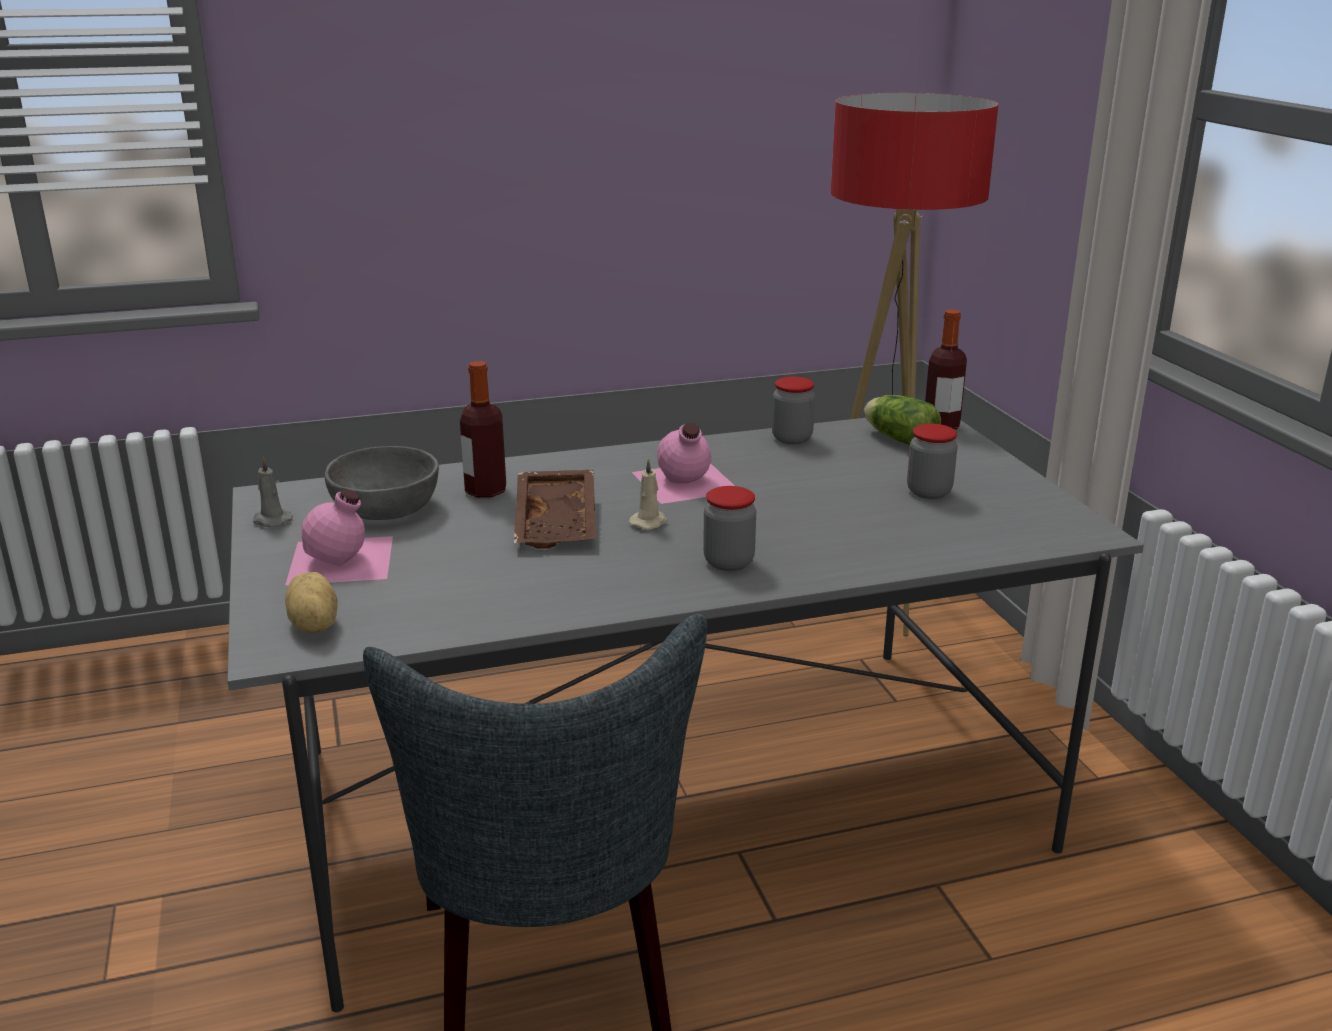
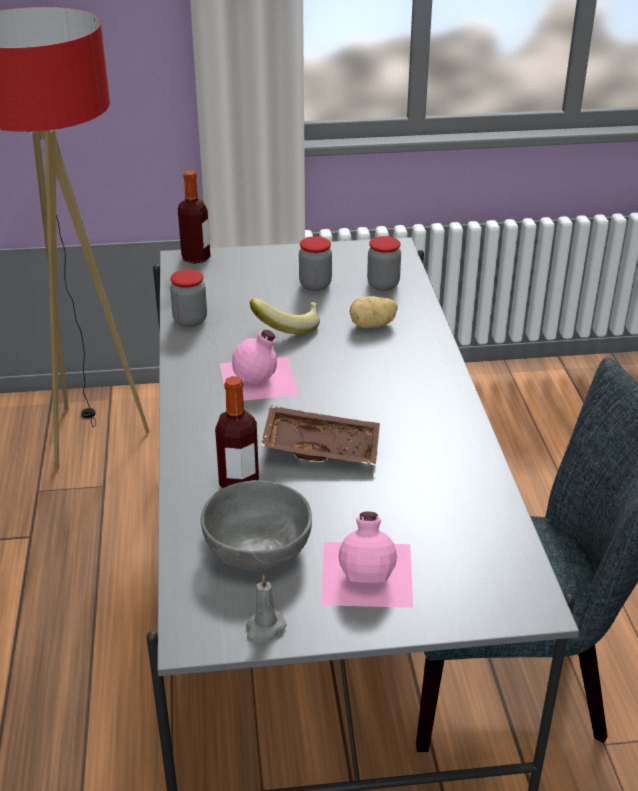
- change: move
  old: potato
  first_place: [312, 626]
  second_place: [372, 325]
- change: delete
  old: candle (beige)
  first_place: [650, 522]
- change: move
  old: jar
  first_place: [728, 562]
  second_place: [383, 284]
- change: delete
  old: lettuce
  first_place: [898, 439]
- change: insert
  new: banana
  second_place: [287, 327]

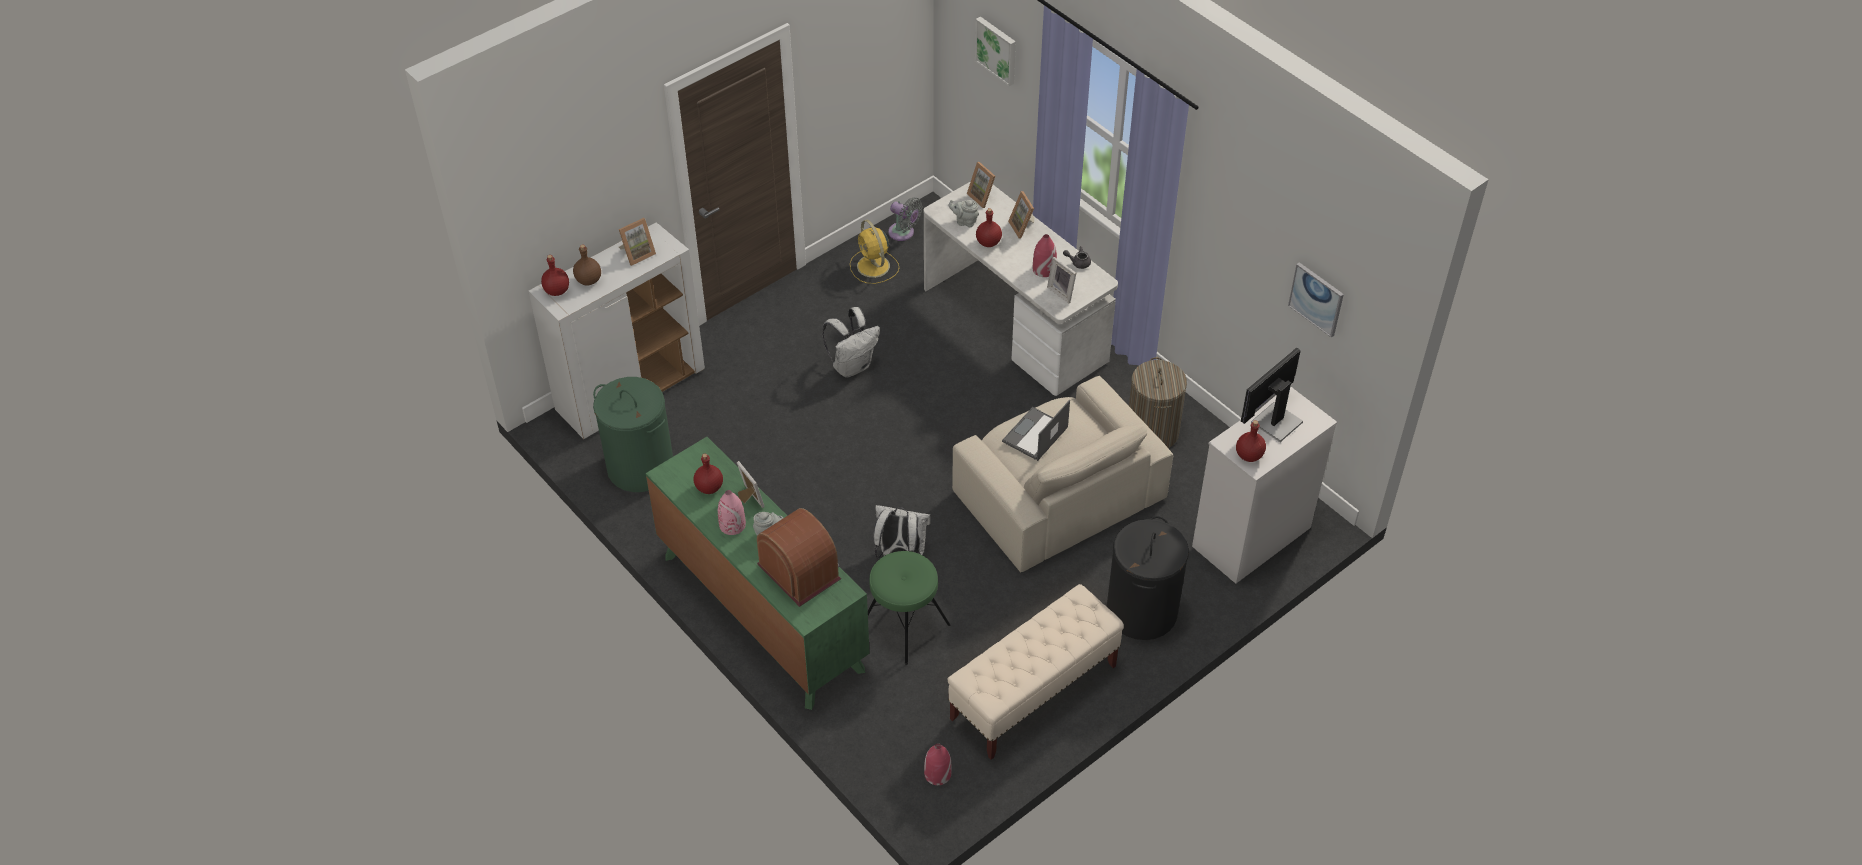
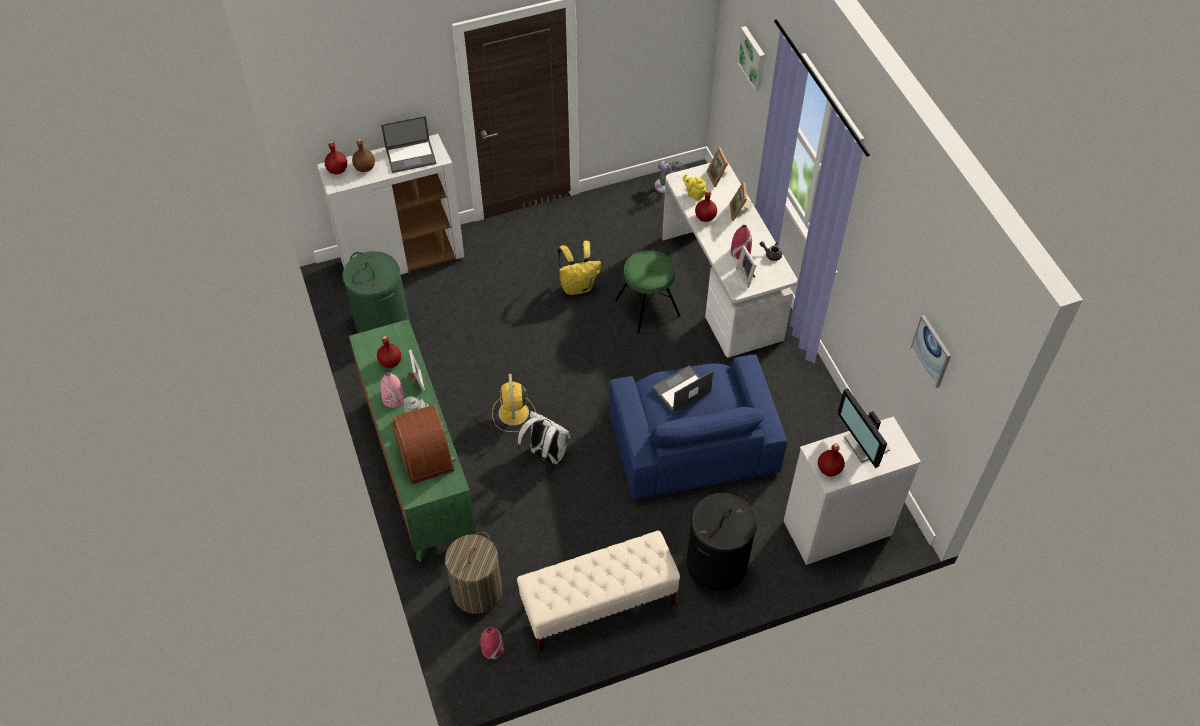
- change: replace
  old: picture frame
  new: laptop
  first_place: [637, 253]
  second_place: [411, 156]
- change: recolor
  old: backpack (white)
  new: backpack (yellow)
  first_place: [852, 366]
  second_place: [578, 286]
- change: move
  old: fan (yellow)
  first_place: [874, 267]
  second_place: [513, 414]
- change: move
  old: stool (green)
  first_place: [904, 626]
  second_place: [647, 308]
- change: recolor
  old: teapot (grey)
  new: teapot (yellow)
  first_place: [965, 221]
  second_place: [694, 194]
- change: recolor
  old: armchair (beige)
  new: armchair (blue)
  first_place: [1057, 494]
  second_place: [692, 441]
- change: move
  old: laundry basket
  first_place: [1152, 432]
  second_place: [477, 591]
- change: rotate
  old: monitor
  first_place: [1274, 421]
  second_place: [865, 445]
  degrees: -90

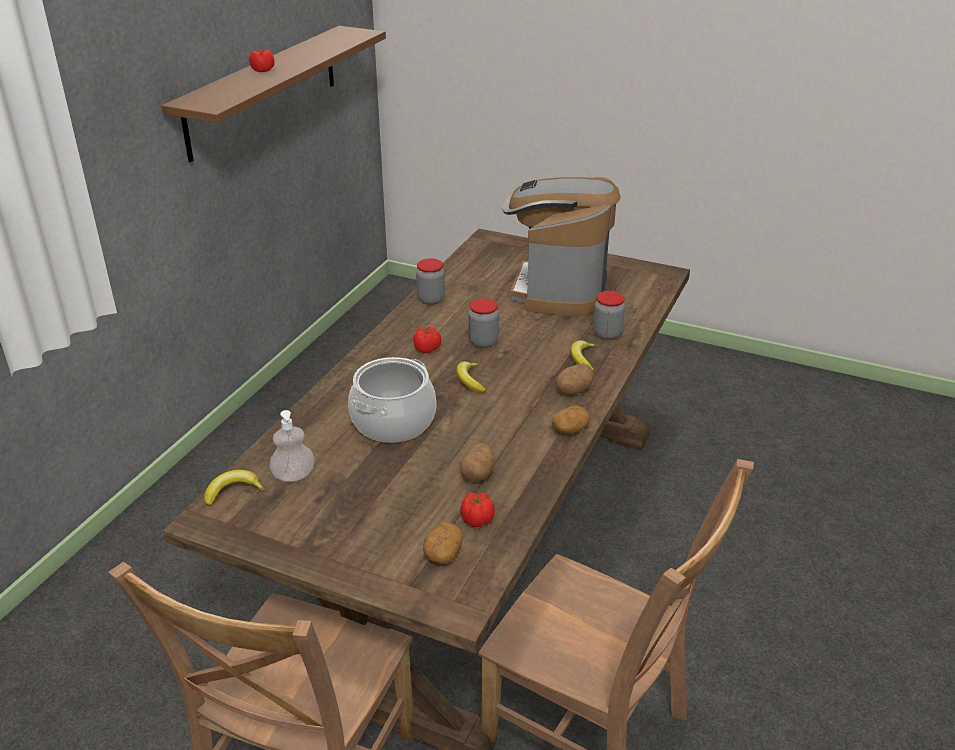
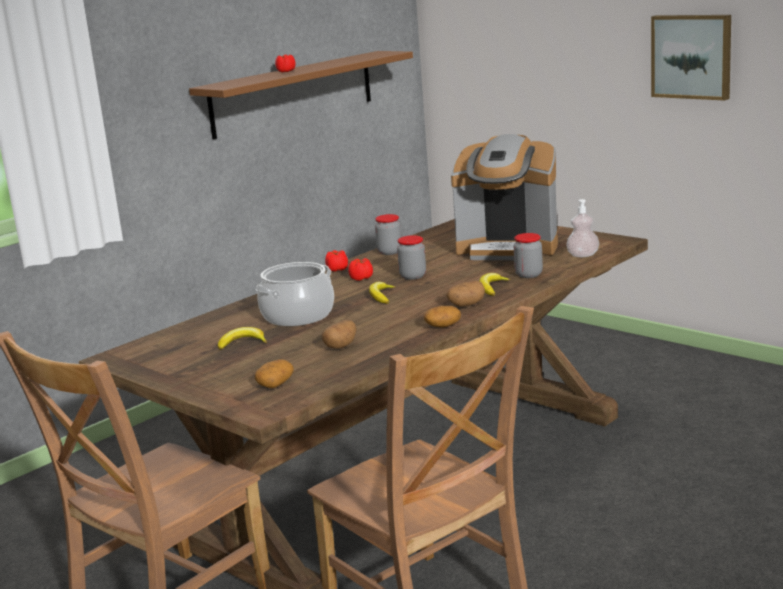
- change: move
  old: banana
  first_place: [233, 491]
  second_place: [243, 343]
- change: move
  old: soap dispenser
  first_place: [294, 475]
  second_place: [583, 255]
- change: move
  old: tomato
  first_place: [476, 519]
  second_place: [337, 269]
- change: rotate
  old: coffee machine
  first_place: [558, 290]
  second_place: [508, 248]
  degrees: -105
- change: insert
  new: picture
  second_place: [692, 56]

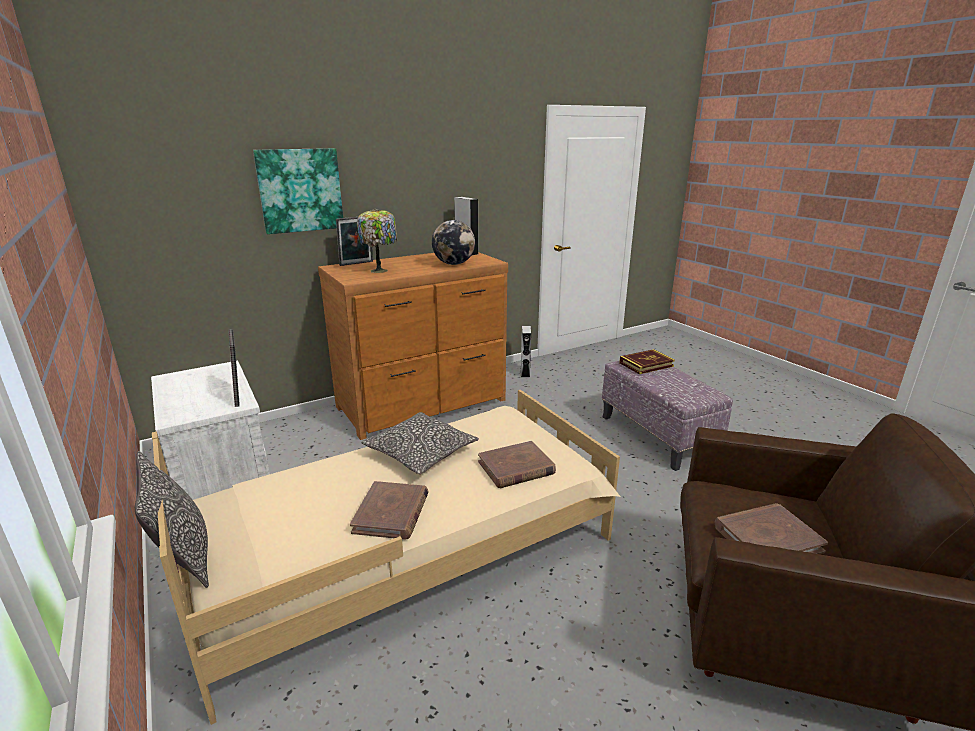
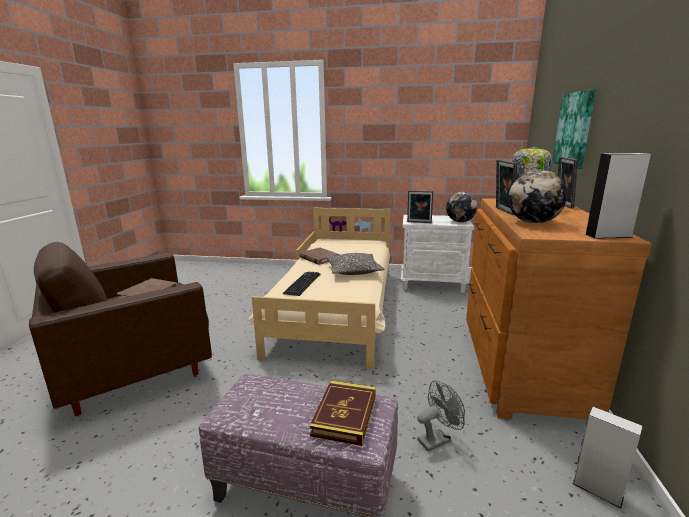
- change: delete
  old: pillow
  first_place: [185, 557]
- change: replace
  old: book (brown)
  new: keyboard
  first_place: [516, 468]
  second_place: [302, 284]
- change: insert
  new: fan (grey)
  second_place: [438, 439]
- change: insert
  new: globe
  second_place: [460, 221]
- change: insert
  new: picture frame
  second_place: [502, 211]

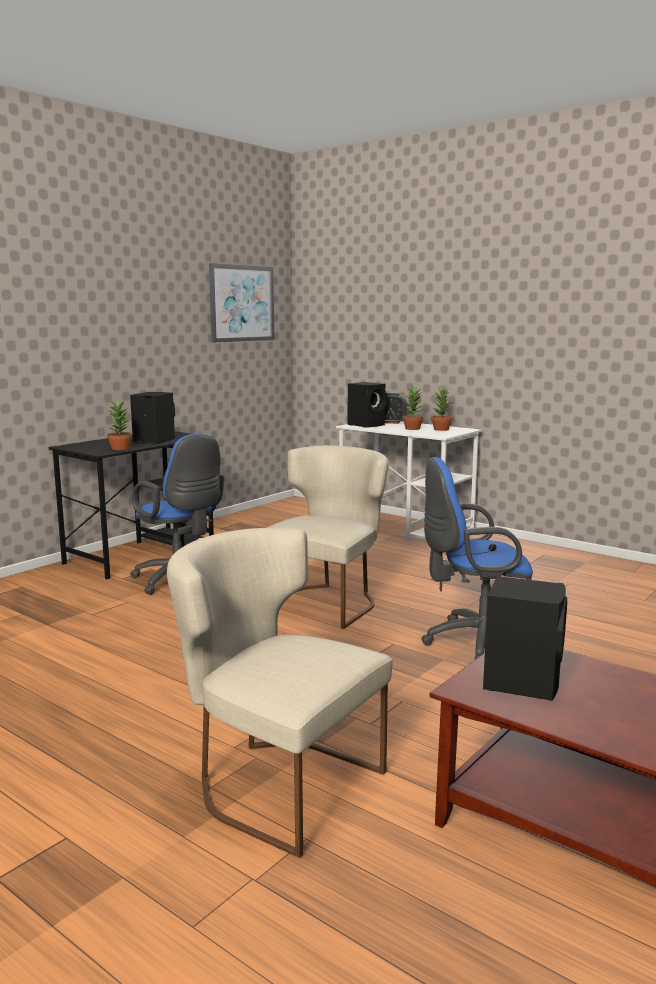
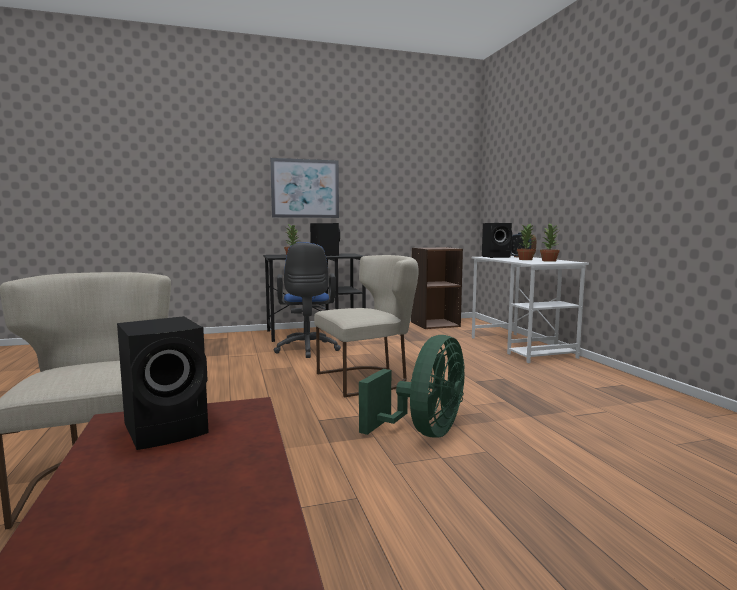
- change: move
  old: picture
  first_place: [242, 303]
  second_place: [305, 188]
- change: replace
  old: office chair (blue)
  new: fan (green)
  first_place: [474, 642]
  second_place: [424, 432]
- change: insert
  new: bookcase (brown)
  second_place: [434, 324]

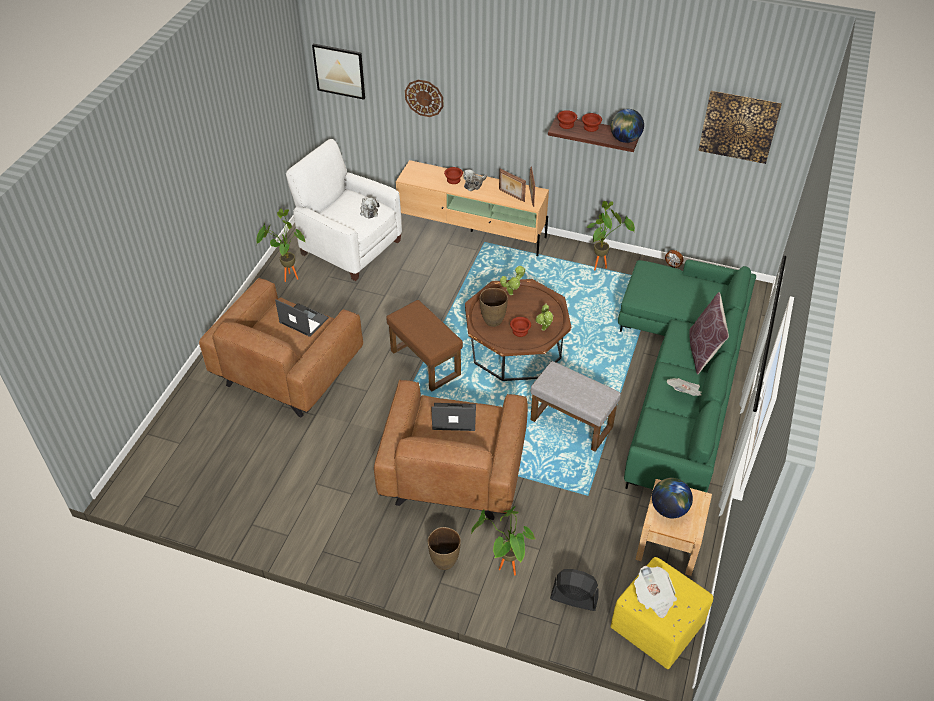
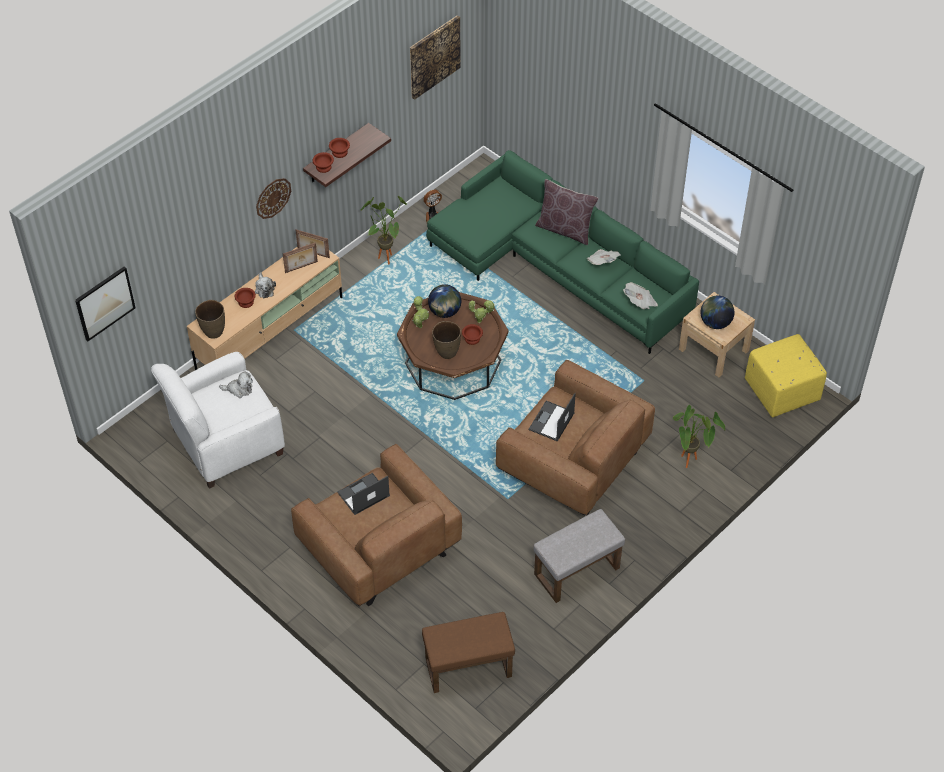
- change: delete
  old: potted plant
  first_place: [287, 276]
- change: move
  old: ottoman (brown)
  first_place: [424, 362]
  second_place: [467, 668]
- change: move
  old: wall clock
  first_place: [424, 98]
  second_place: [273, 198]
- change: move
  old: vase (brown)
  first_place: [444, 561]
  second_place: [213, 332]
- change: move
  old: ottoman (grey)
  first_place: [572, 423]
  second_place: [577, 570]
- change: delete
  old: fan (black)
  first_place: [573, 598]
- change: move
  old: globe
  first_place: [625, 139]
  second_place: [444, 312]
- change: move
  old: newspaper
  first_place: [654, 597]
  second_place: [640, 302]

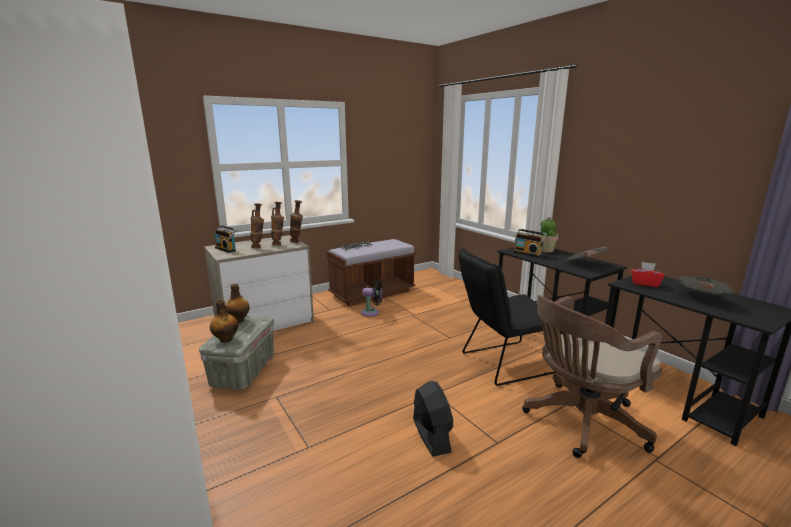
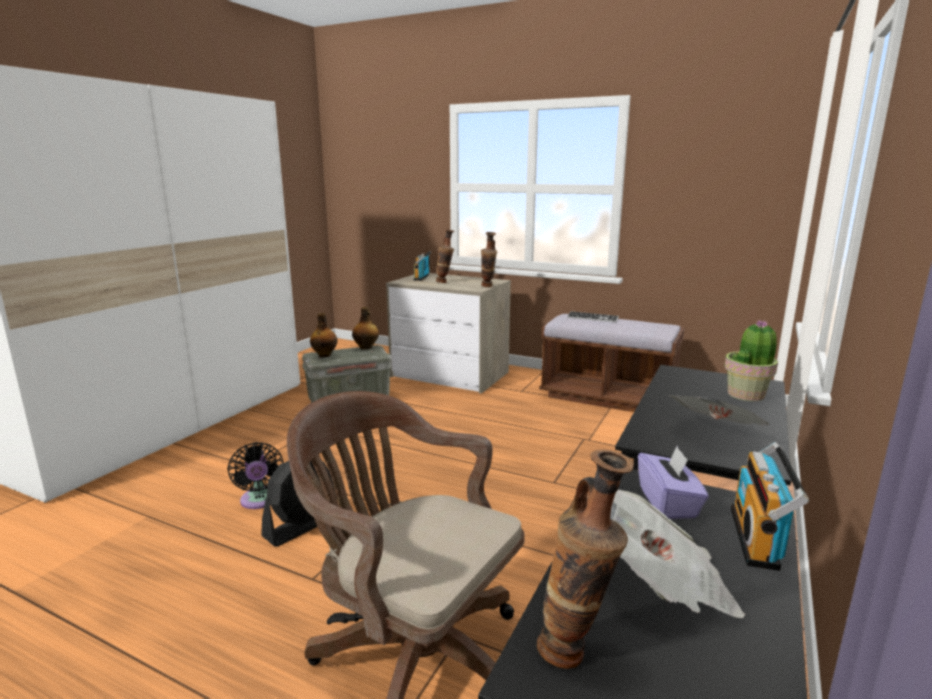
- change: move
  old: vase
  first_place: [279, 244]
  second_place: [576, 653]
- change: move
  old: fan (black)
  first_place: [372, 312]
  second_place: [260, 501]
- change: delete
  old: chair (black)
  first_place: [503, 363]
- change: move
  old: radio
  first_place: [528, 253]
  second_place: [759, 538]
- change: recolor
  old: tissue box (red)
  new: tissue box (purple)
  first_place: [644, 283]
  second_place: [668, 503]

